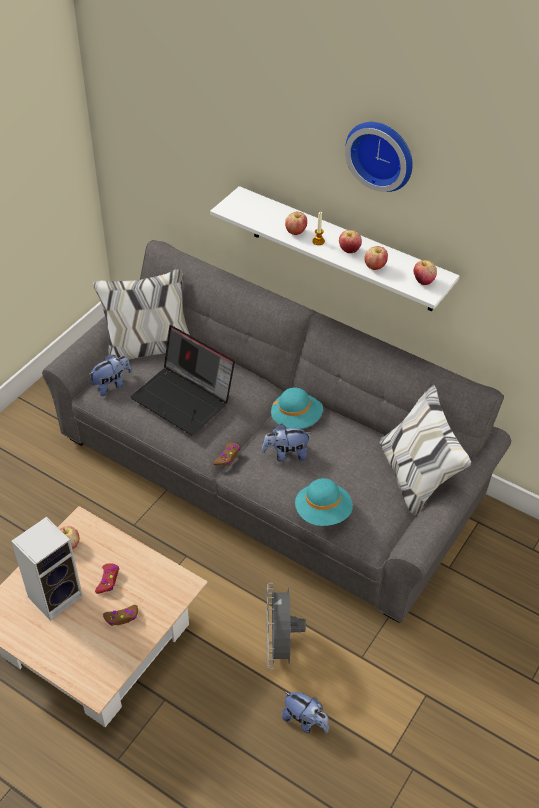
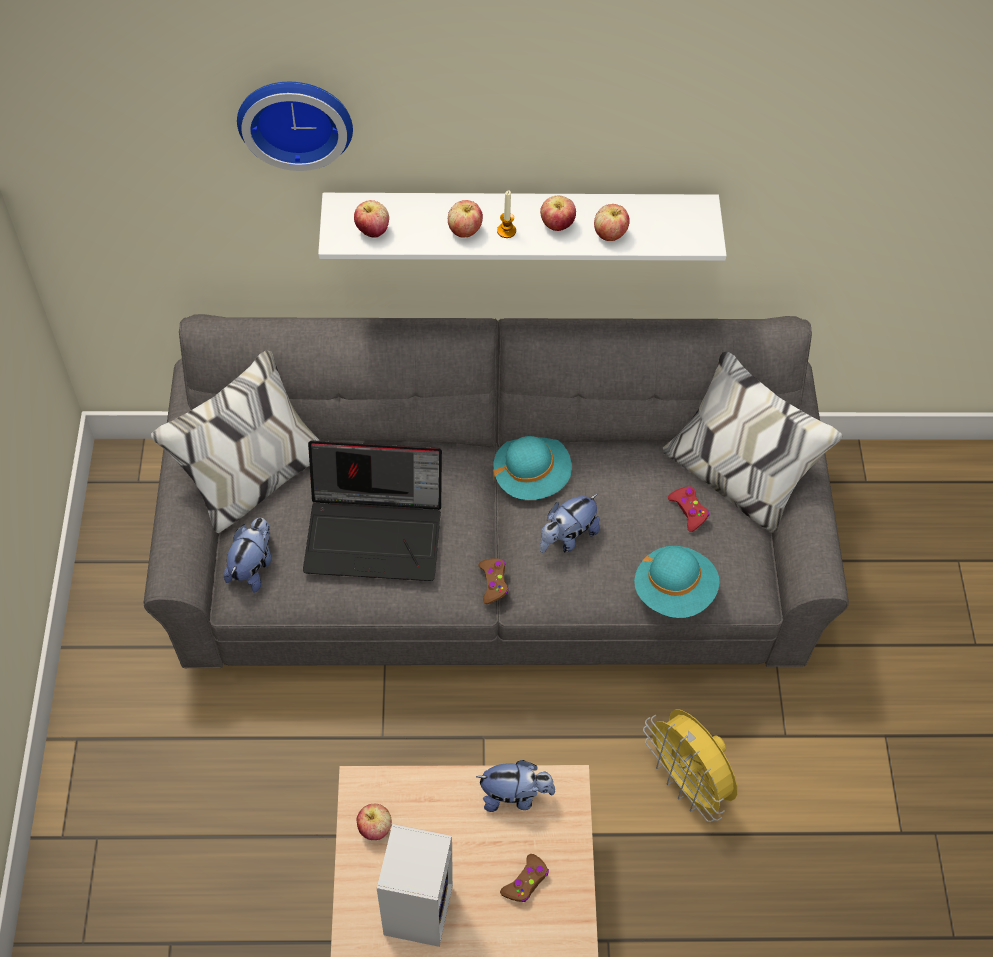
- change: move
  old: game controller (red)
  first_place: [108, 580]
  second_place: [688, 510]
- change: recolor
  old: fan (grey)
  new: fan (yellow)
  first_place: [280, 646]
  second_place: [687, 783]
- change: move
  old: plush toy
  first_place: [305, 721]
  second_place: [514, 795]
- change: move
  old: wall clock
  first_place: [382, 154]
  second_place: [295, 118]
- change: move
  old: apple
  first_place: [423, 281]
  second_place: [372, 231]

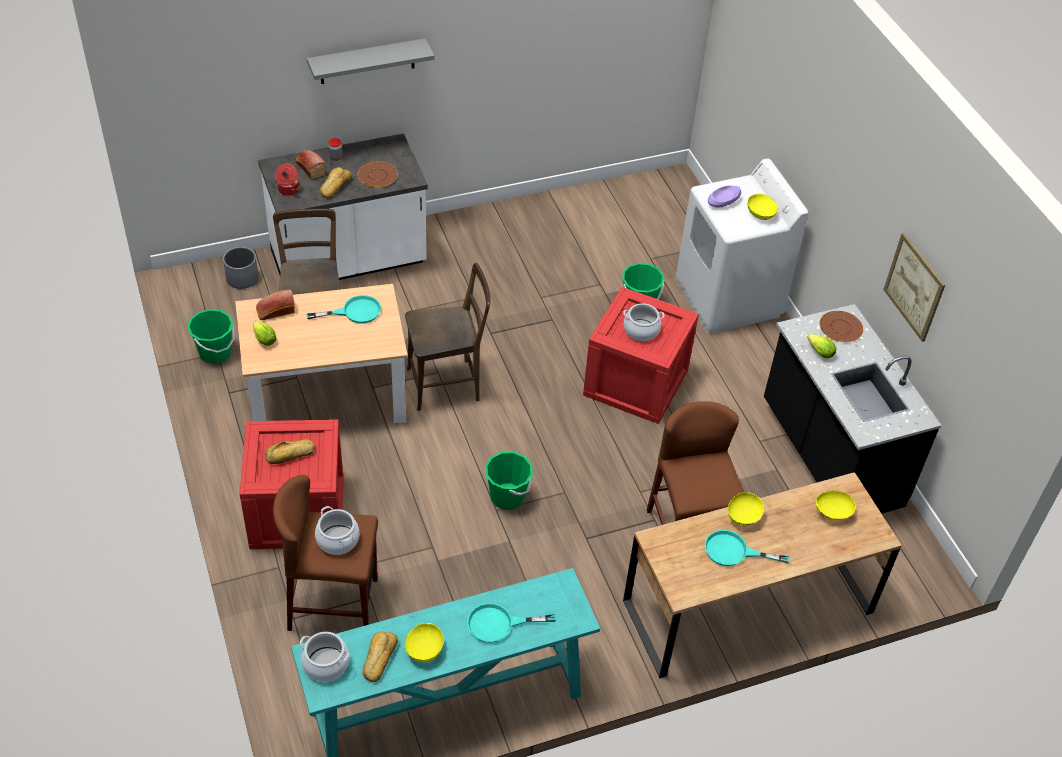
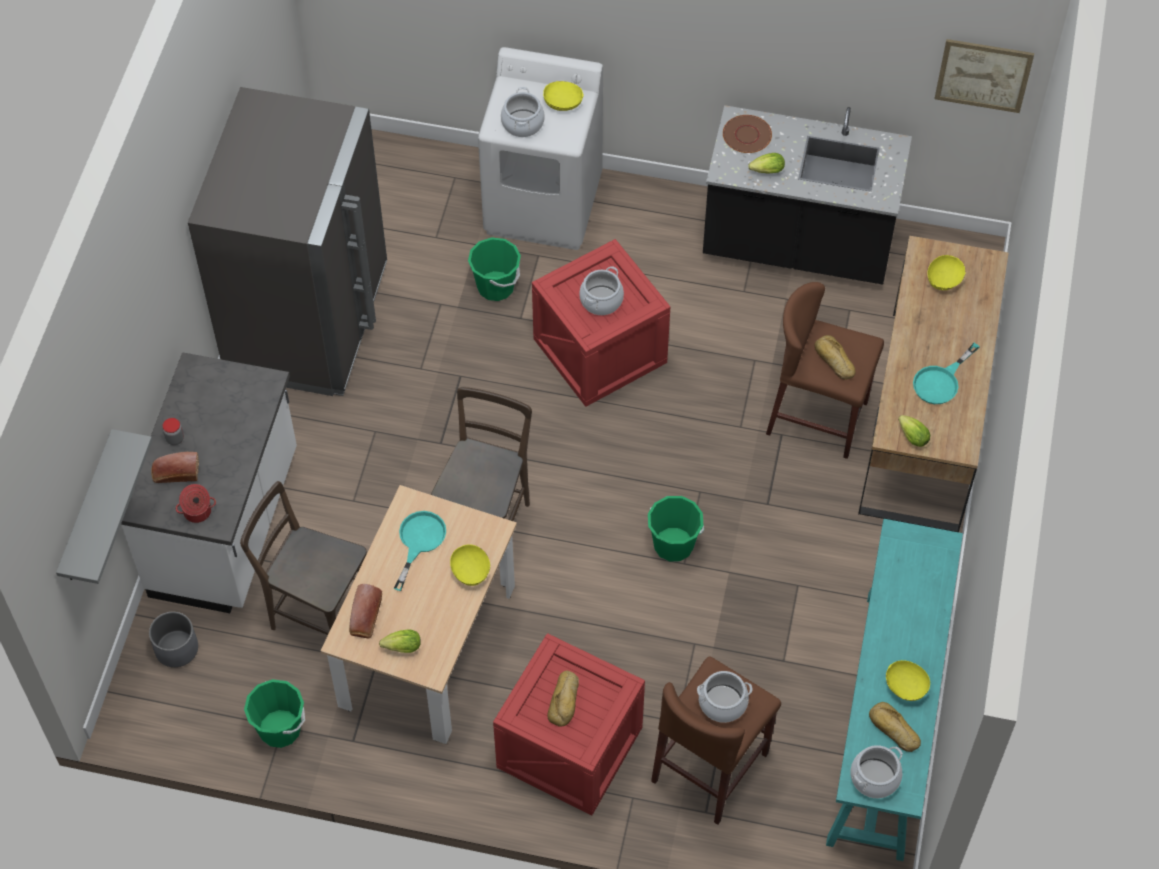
- change: move
  old: shelf (grey)
  first_place: [367, 61]
  second_place: [88, 510]
- change: move
  old: bread
  first_place: [334, 186]
  second_place: [833, 361]
- change: delete
  old: plate (brown)
  first_place: [377, 175]
- change: delete
  old: frying pan (turquoise)
  first_place: [499, 624]
- change: replace
  old: bowl (purple)
  new: cooking pot
  first_place: [723, 202]
  second_place: [522, 123]
- change: move
  old: bowl (yellow)
  first_place: [743, 517]
  second_place: [471, 572]
- change: move
  old: picture
  first_place: [914, 287]
  second_place: [983, 75]
- change: insert
  new: fridge (grey)
  second_place: [308, 321]
- change: insert
  new: lettuce
  second_place: [911, 436]

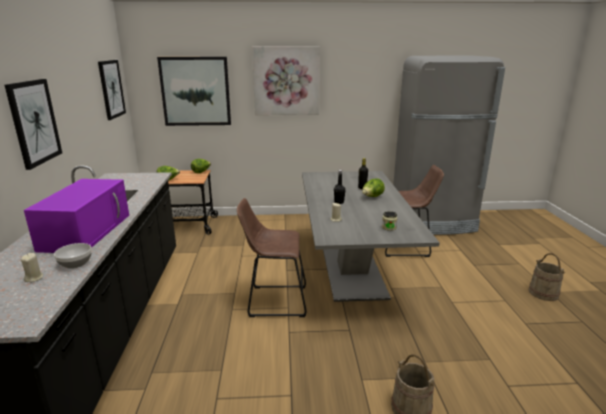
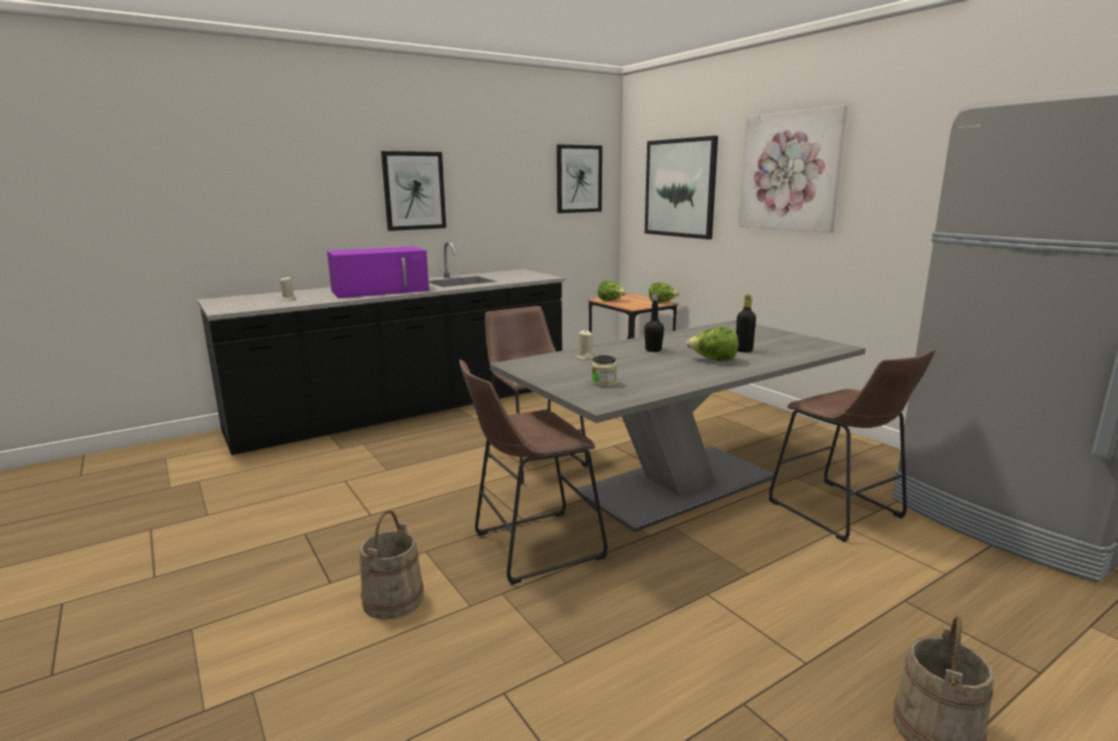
- change: delete
  old: bowl
  first_place: [75, 264]
- change: insert
  new: stool (brown)
  second_place: [531, 547]

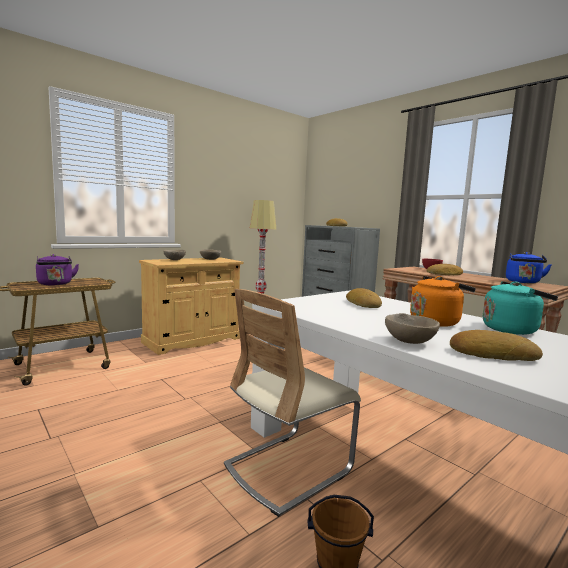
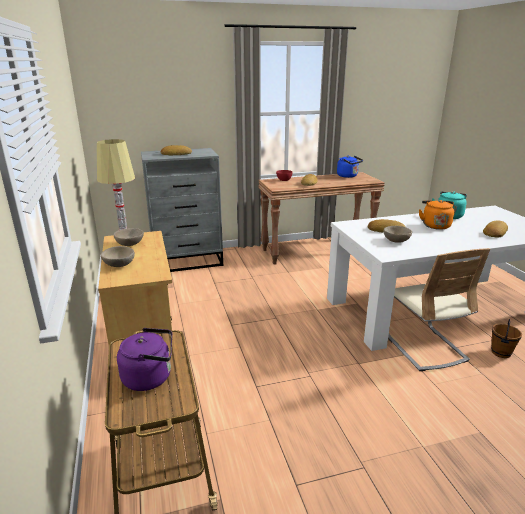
- change: move
  old: bowl (beige)
  first_place: [410, 342]
  second_place: [396, 241]

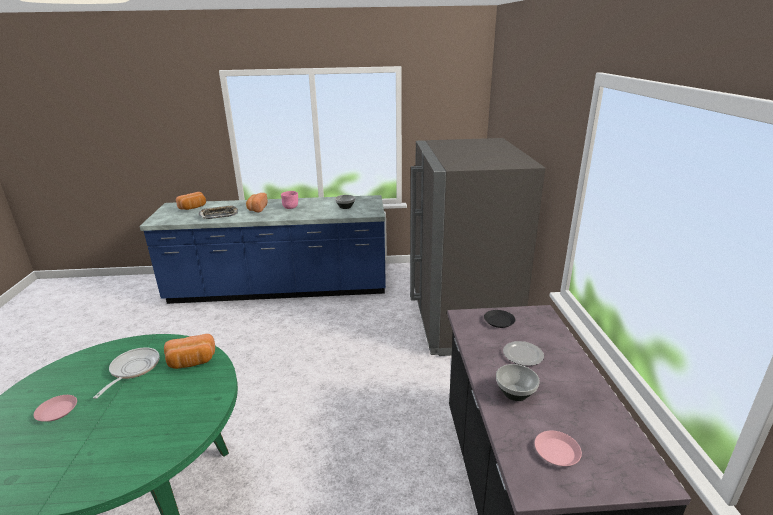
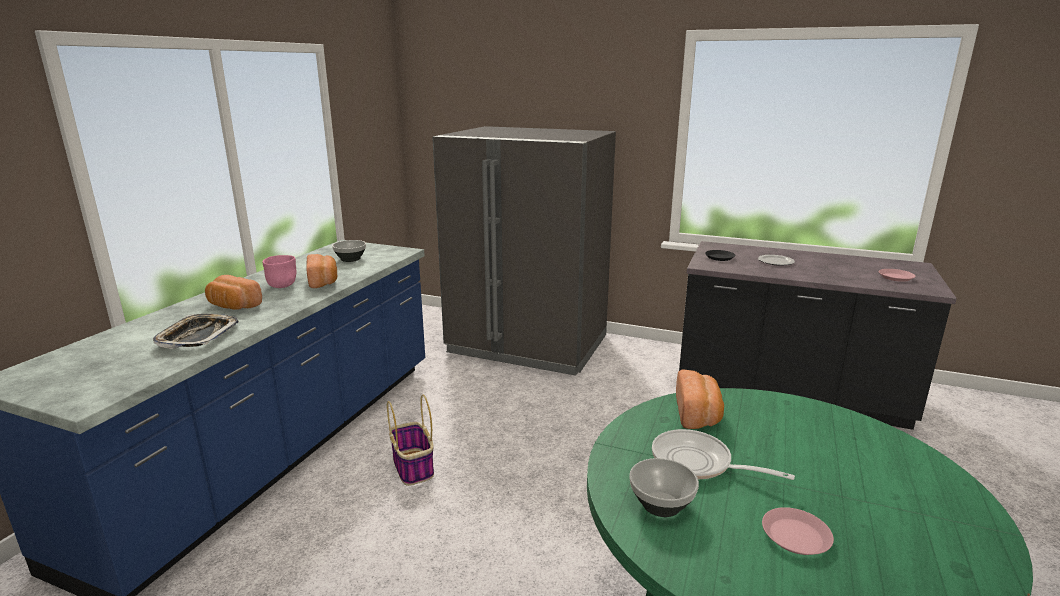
- change: move
  old: bread
  first_place: [193, 207]
  second_place: [323, 281]
- change: move
  old: bowl
  first_place: [514, 393]
  second_place: [661, 505]
- change: insert
  new: basket
  second_place: [413, 467]

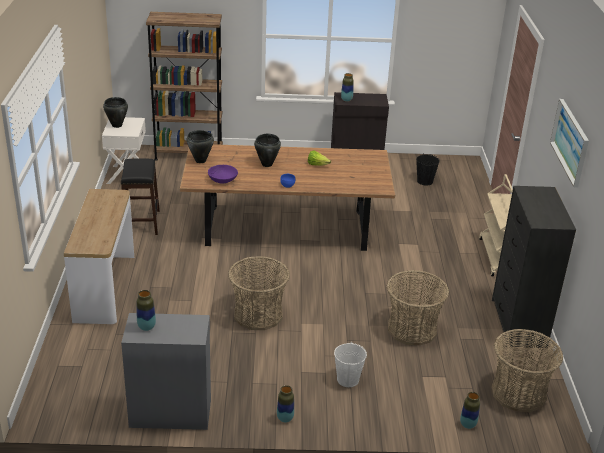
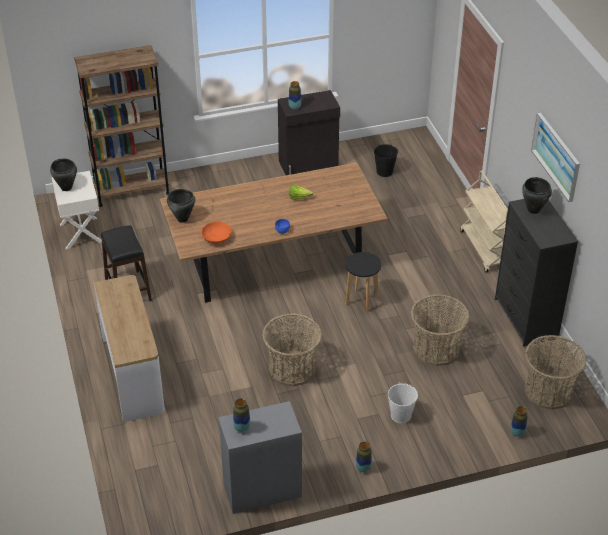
- change: recolor
  old: bowl (purple)
  new: bowl (orange)
  first_place: [222, 180]
  second_place: [216, 238]
- change: move
  old: cooking pot (black)
  first_place: [266, 164]
  second_place: [533, 210]
- change: insert
  new: stool (black)
  second_place: [361, 300]

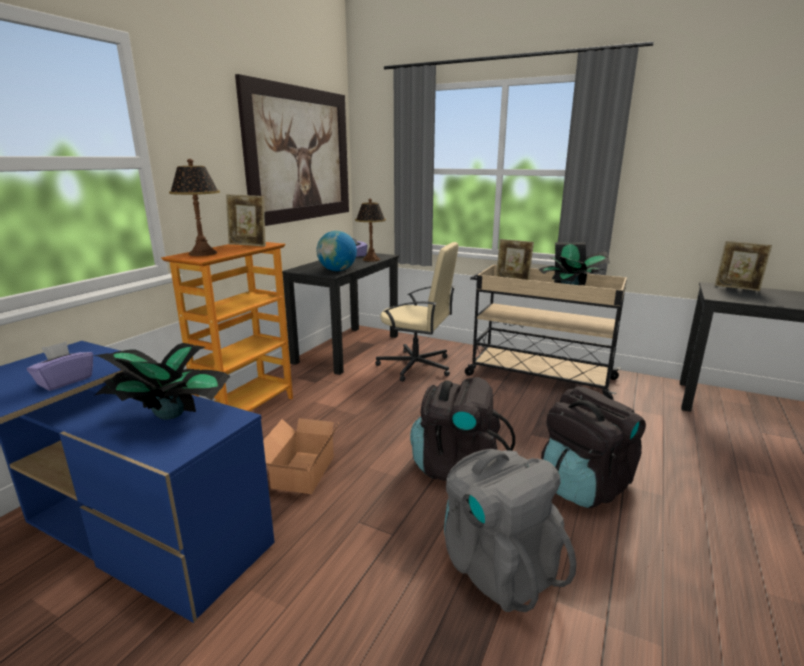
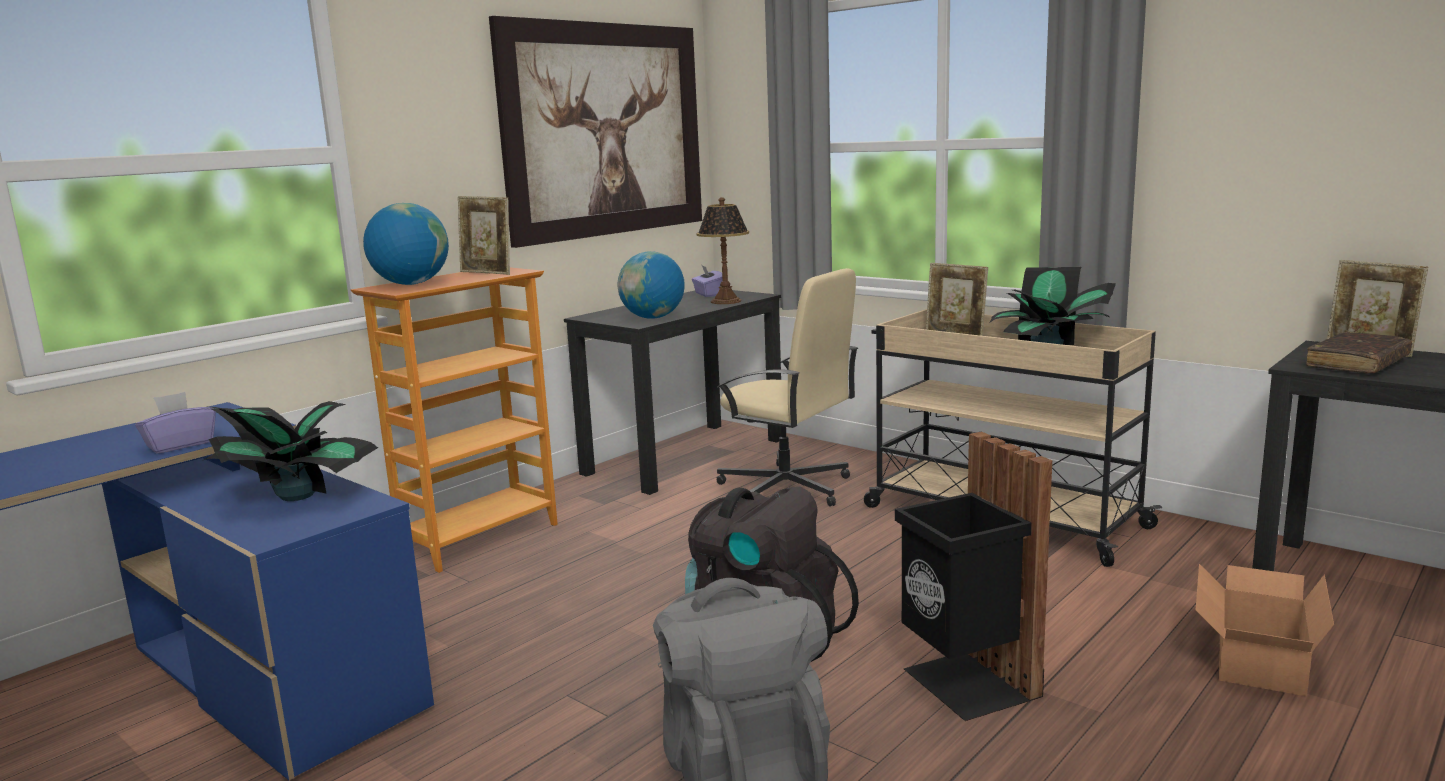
- change: replace
  old: table lamp
  new: globe
  first_place: [203, 253]
  second_place: [411, 284]
- change: move
  old: cardboard box
  first_place: [300, 472]
  second_place: [1254, 660]
- change: replace
  old: backpack (black)
  new: trash can (black)
  first_place: [584, 485]
  second_place: [966, 684]
- change: insert
  new: book (brown)
  second_place: [1357, 364]

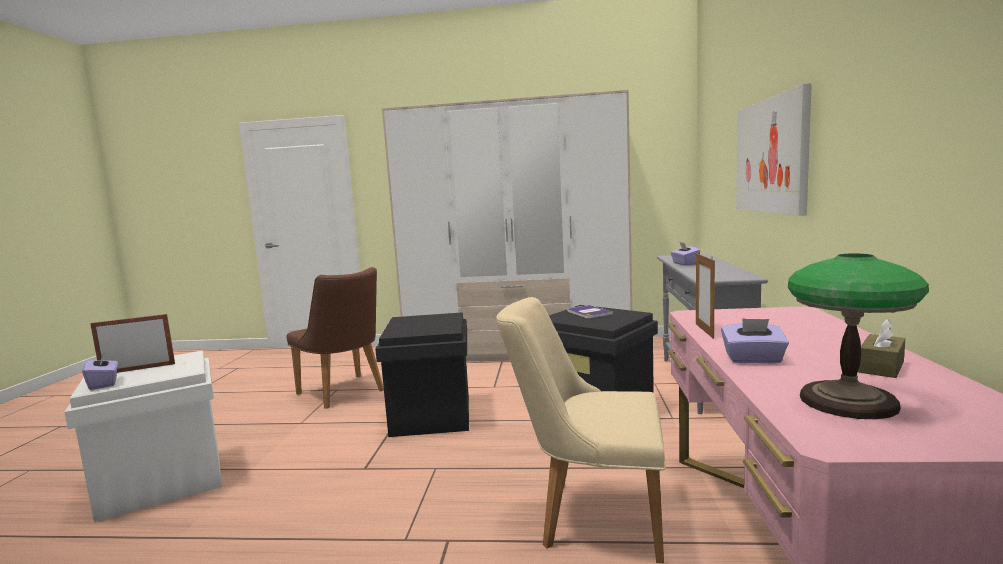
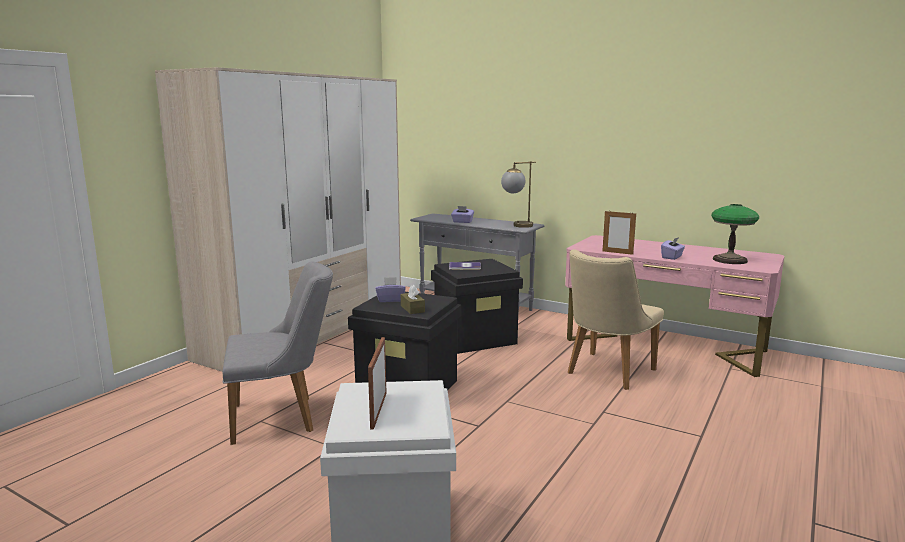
- change: move
  old: tissue box (purple)
  first_place: [104, 383]
  second_place: [390, 300]
- change: recolor
  old: chair (brown)
  new: chair (grey)
  first_place: [345, 393]
  second_place: [282, 417]
- change: delete
  old: picture
  first_place: [771, 156]
- change: move
  old: tissue box (brown)
  first_place: [881, 367]
  second_place: [412, 309]
- change: insert
  new: table lamp
  second_place: [517, 226]

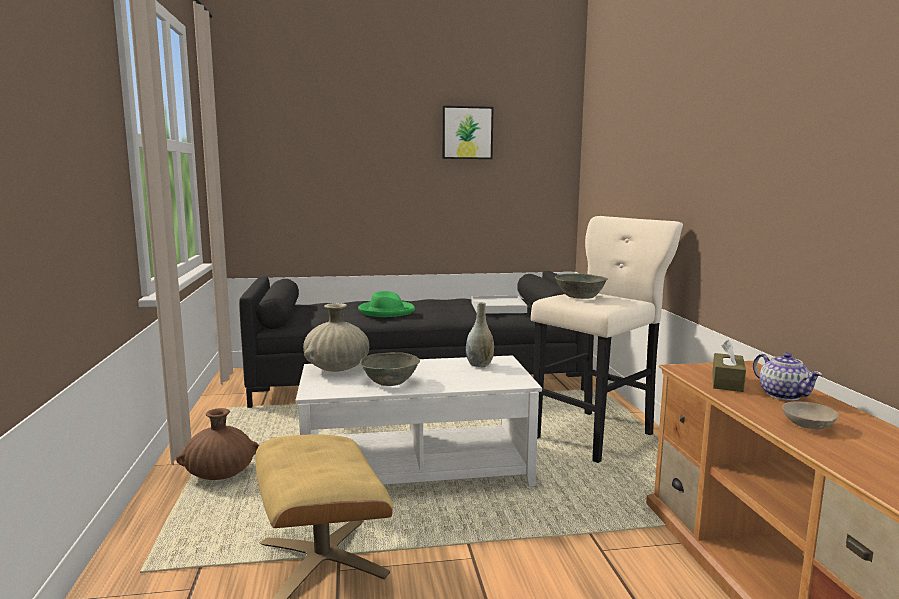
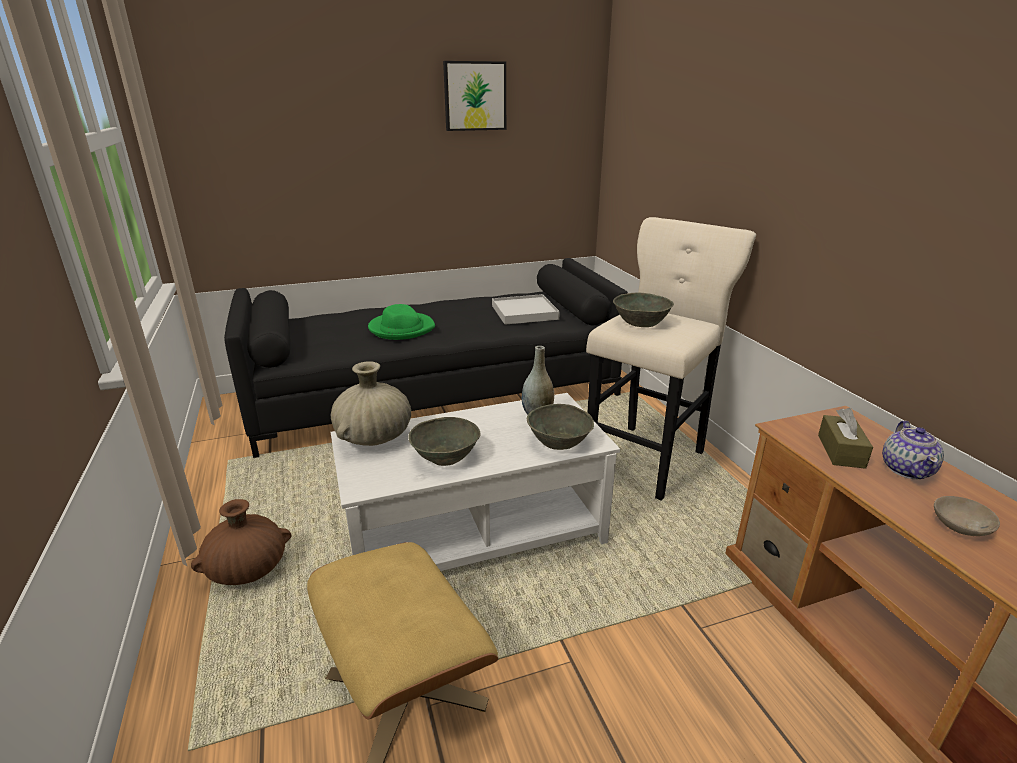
- change: rotate
  old: teapot
  first_place: [783, 395]
  second_place: [907, 469]
  degrees: 45
- change: insert
  new: bowl (grey)
  second_place: [560, 441]

